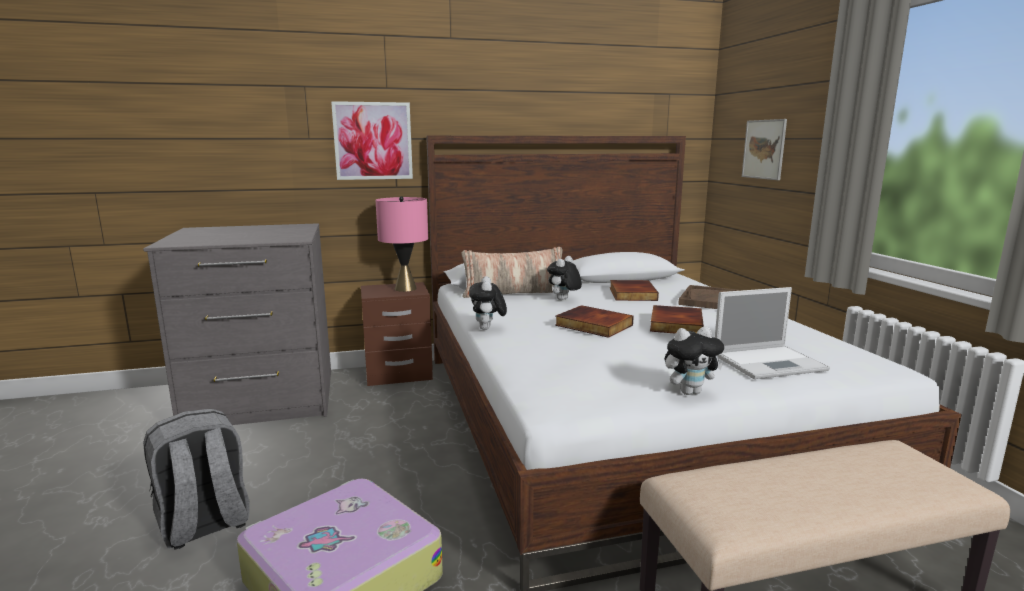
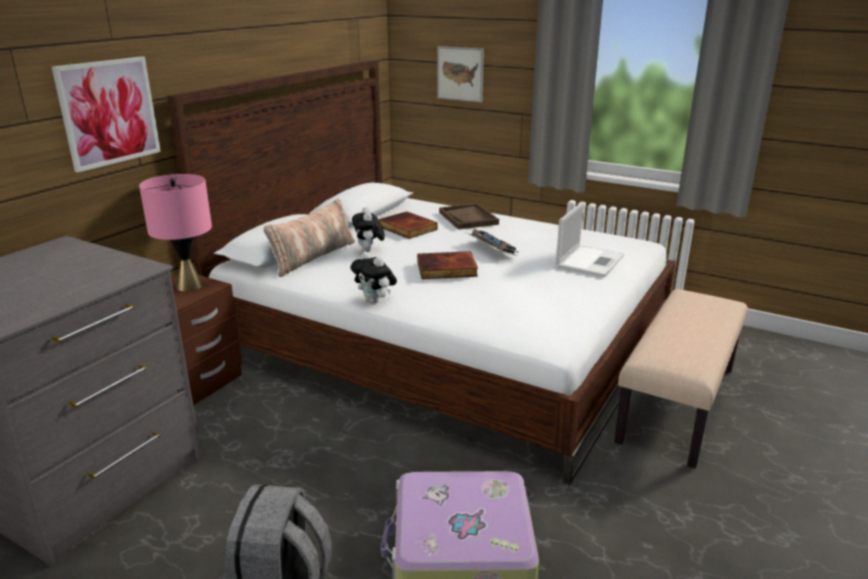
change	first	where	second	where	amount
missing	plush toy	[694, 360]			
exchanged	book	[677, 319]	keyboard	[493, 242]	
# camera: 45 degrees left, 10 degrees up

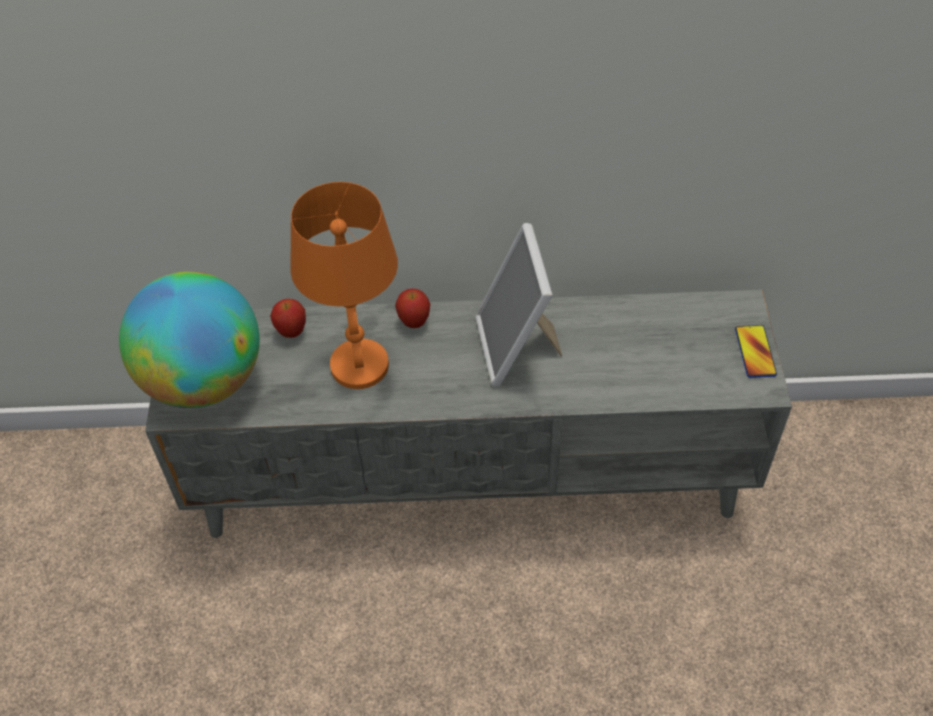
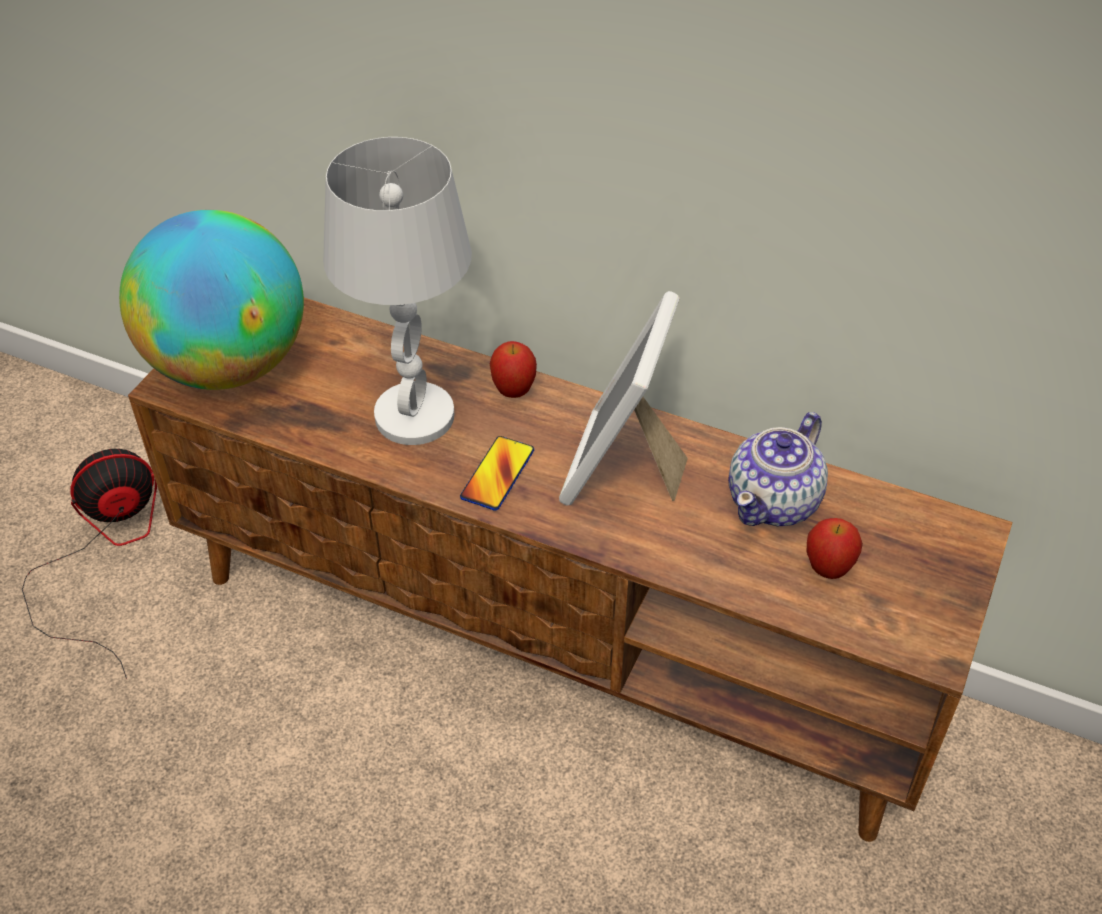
change	first	where	second	where	amount
appeared			fan	[89, 564]	
appeared			teapot	[778, 469]	
relocated	apple	[288, 318]		[834, 548]	
relocated	phone	[756, 351]		[497, 473]	
colour	grey tv stand	[468, 413]	brown tv stand	[570, 570]	
colour	orange table lamp	[344, 285]	white table lamp	[397, 291]	
# camera: 25 degrees right, 5 degrees down

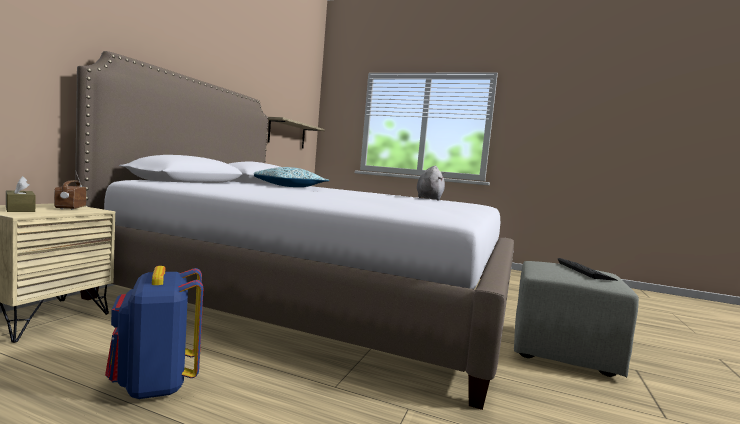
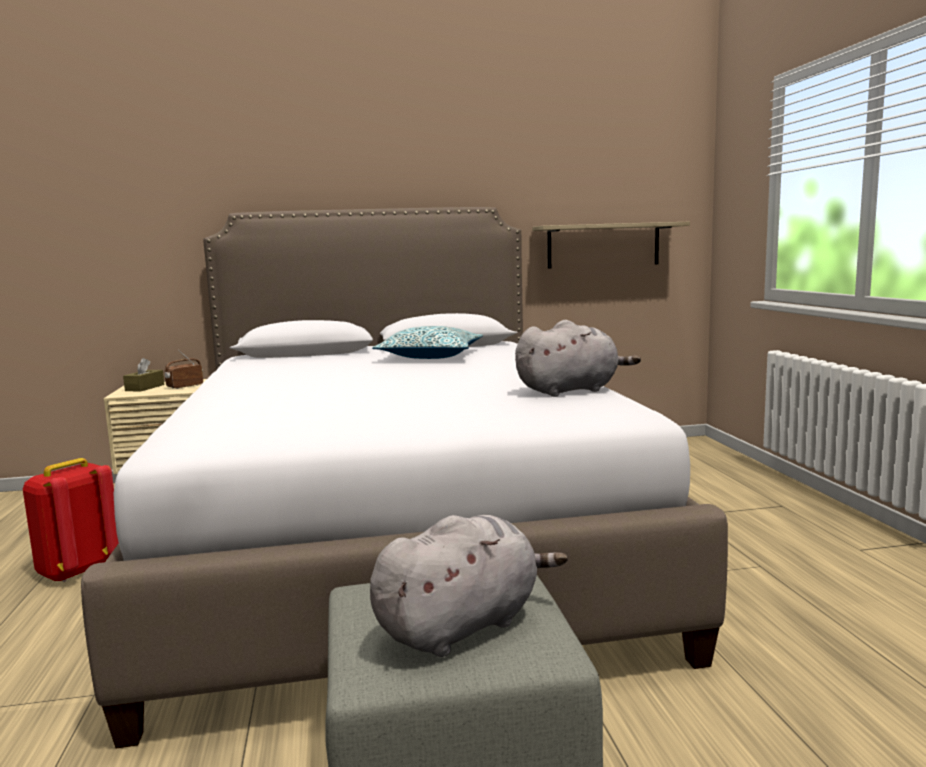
change	first	where	second	where	amount
exchanged	keyboard	[588, 269]	grey plush toy	[469, 586]	
colour	blue backpack	[154, 332]	red backpack	[71, 520]	
# camera: 60 degrees right, 5 degrees up

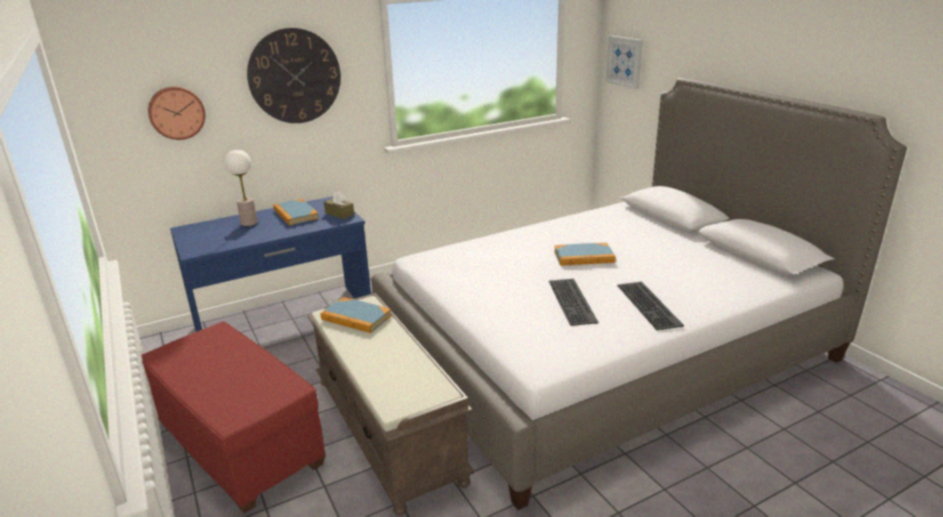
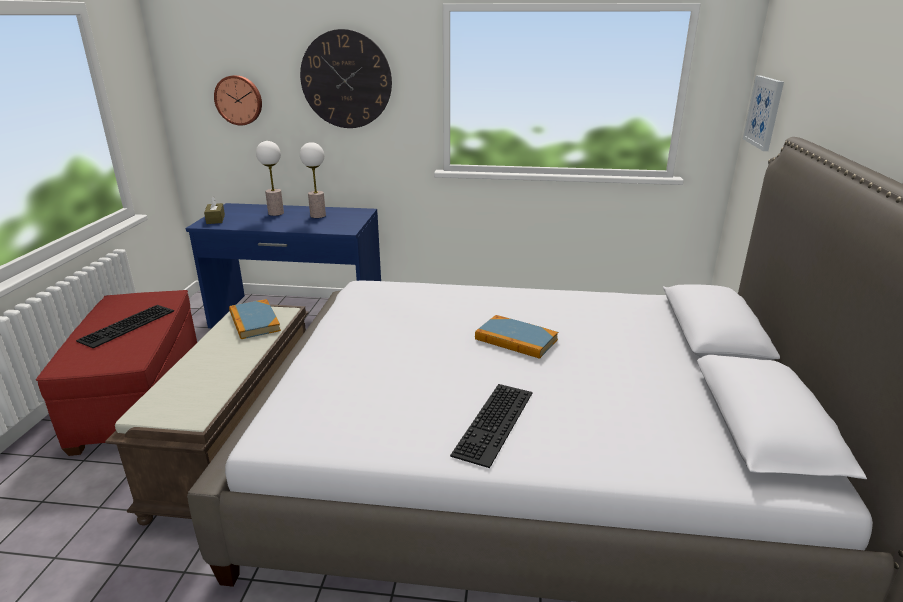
change	first	where	second	where	amount
relocated	brown tissue box	[339, 205]		[214, 210]	
relocated	keyboard	[574, 302]		[125, 326]	
exchanged	book	[296, 212]	table lamp	[313, 180]	
# camera: 35 degrees right, 0 degrees up

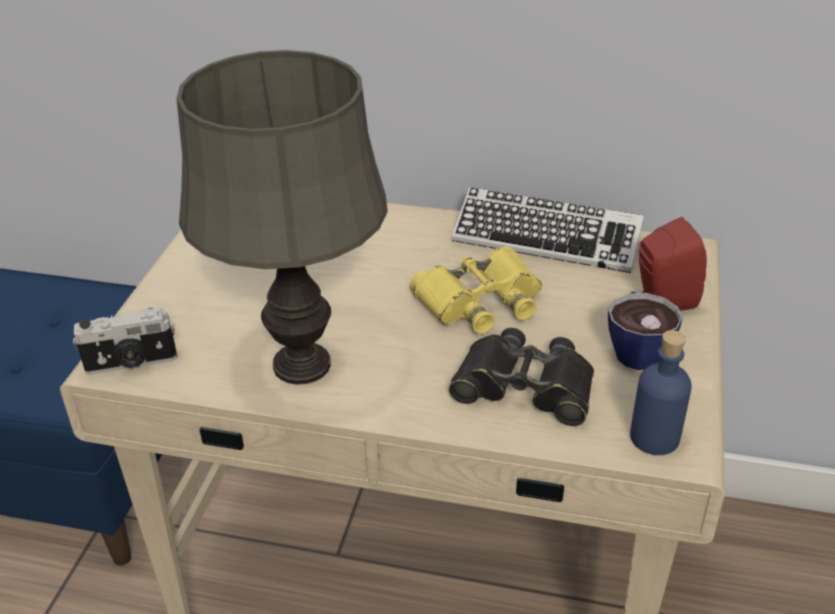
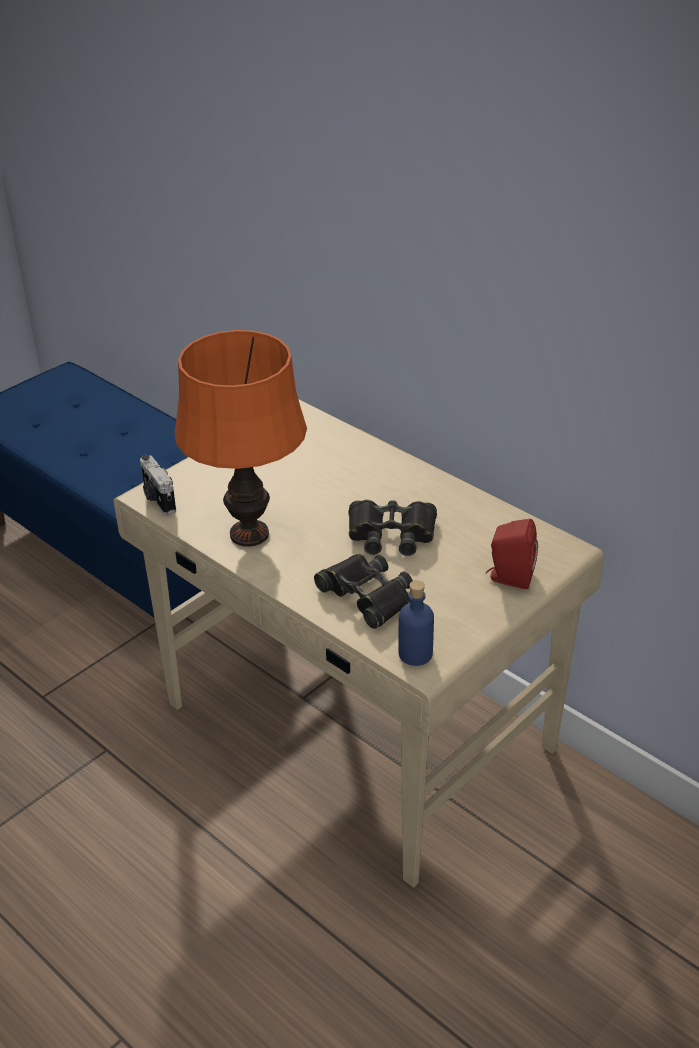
change	first	where	second	where	amount
missing	keyboard	[548, 230]			
missing	cup	[645, 331]			
colour	grey table lamp	[282, 217]	orange table lamp	[240, 438]	
colour	yellow binoculars	[476, 290]	black binoculars	[392, 527]	
spun	photo camera	[125, 341]		[158, 485]	45 degrees clockwise
# camera: 30 degrees right, 0 degrees up

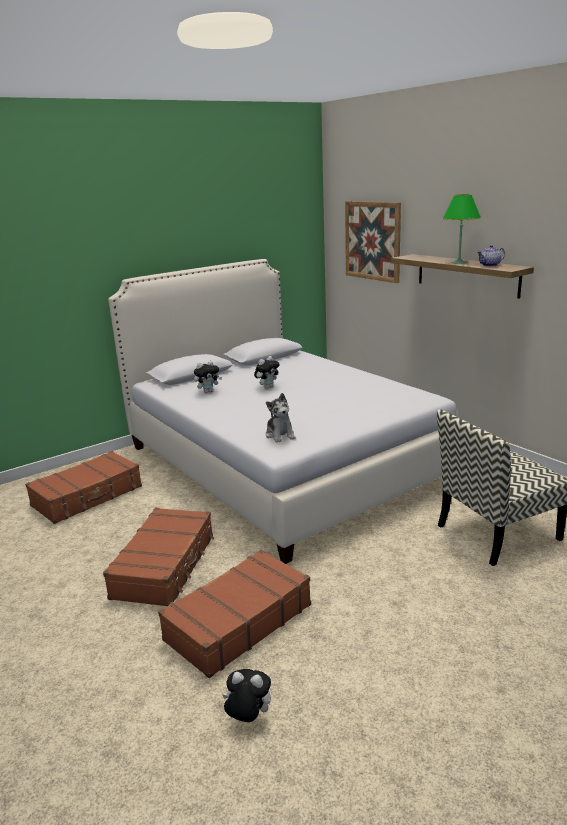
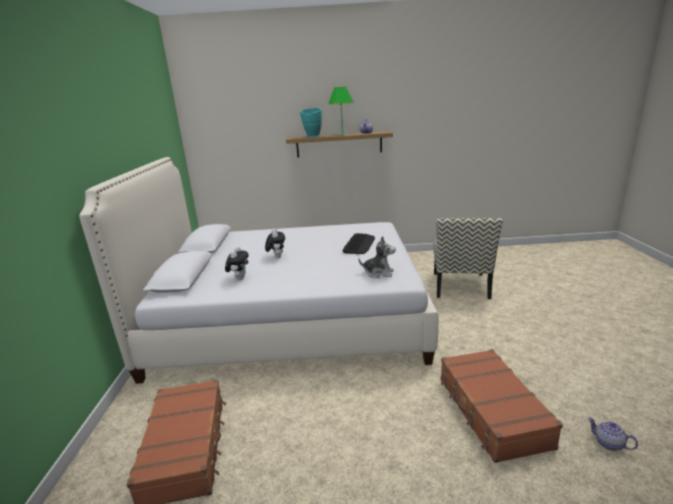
change	first	where	second	where	amount
missing	brown suitcase	[158, 557]			
missing	picture	[373, 242]			
appeared			turquoise vase	[311, 122]	
appeared			keyboard	[358, 243]	
exchanged	plush toy	[247, 695]	teapot	[613, 434]	
# camera: 55 degrees left, 0 degrees up

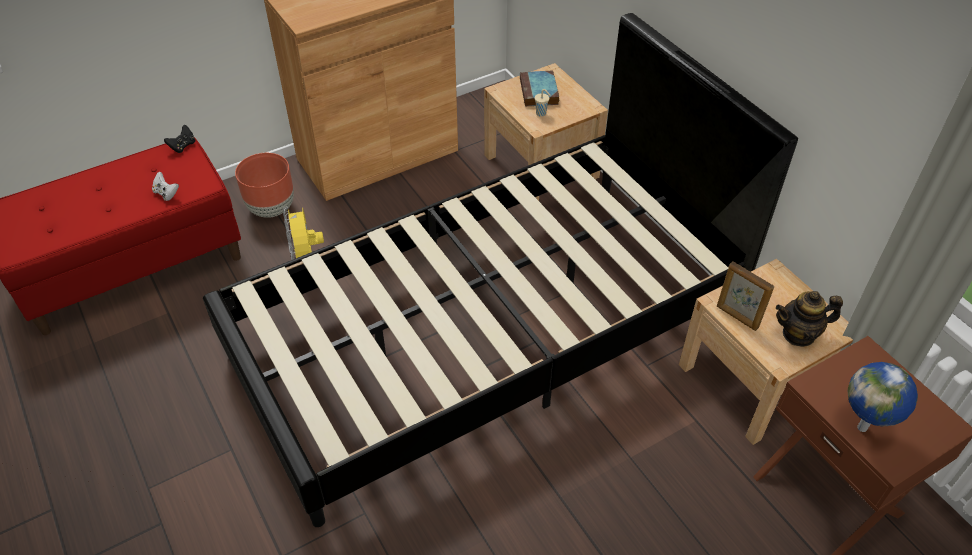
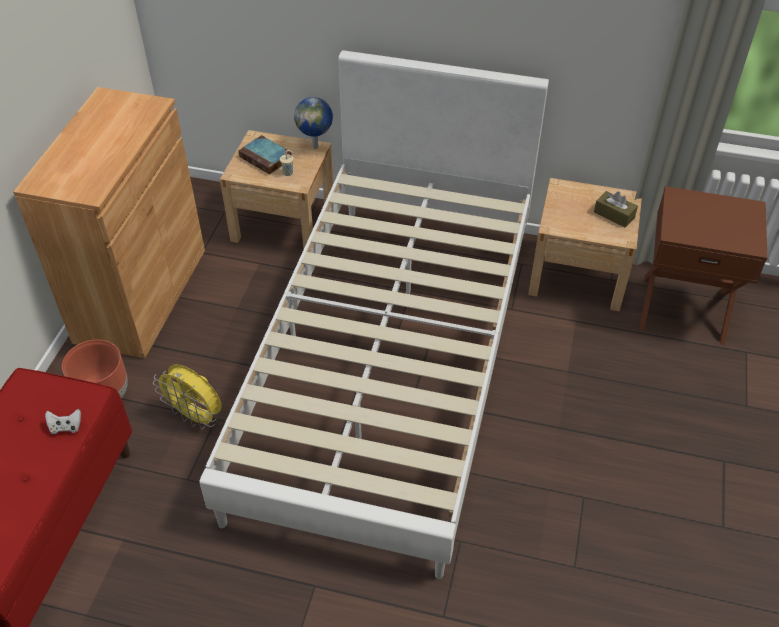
change	first	where	second	where	amount
missing	black game controller	[179, 139]			
missing	picture frame	[745, 296]			
relocated	globe	[883, 397]		[313, 123]	
exchanged	teapot	[809, 319]	brown tissue box	[616, 209]	
colour	black bed	[500, 270]	white bed	[374, 314]	
# camera: 45 degrees left, 0 degrees up

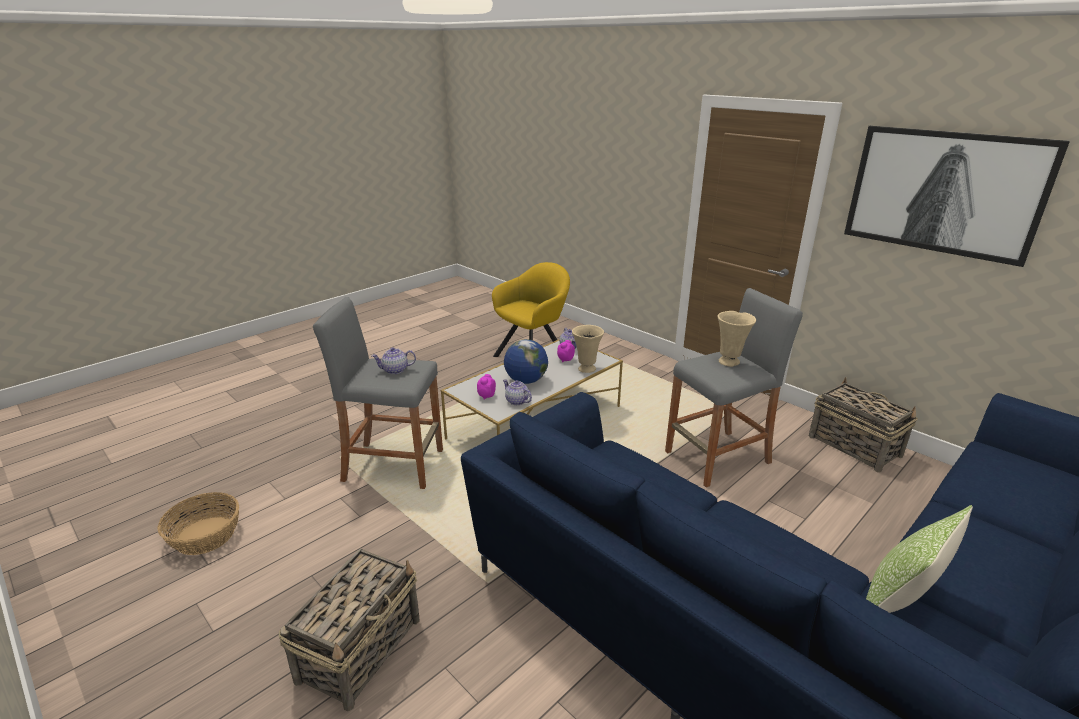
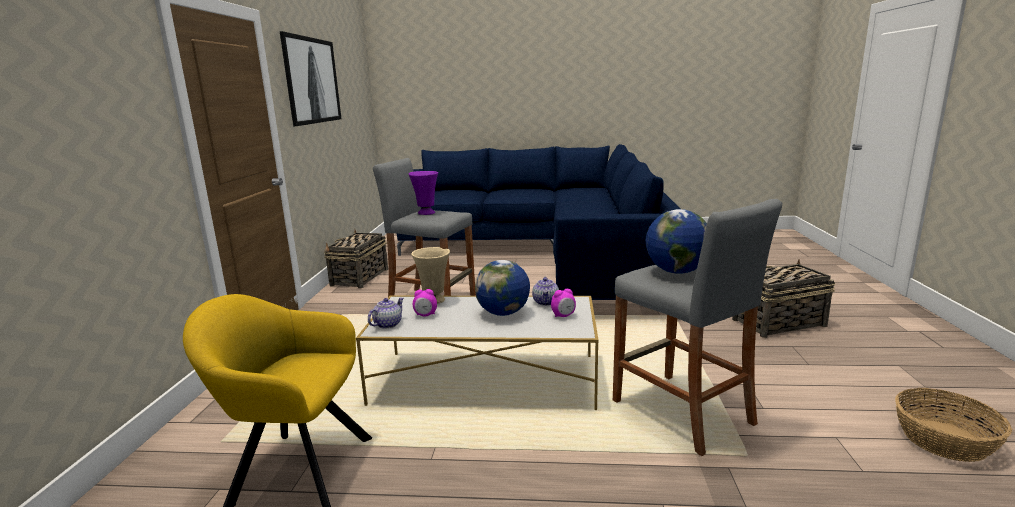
change	first	where	second	where	amount
missing	pillow	[919, 559]			
exchanged	teapot	[394, 360]	globe	[676, 241]	
colour	beige vase	[736, 339]	purple vase	[423, 193]	
# camera: 130 degrees left, 10 degrees down

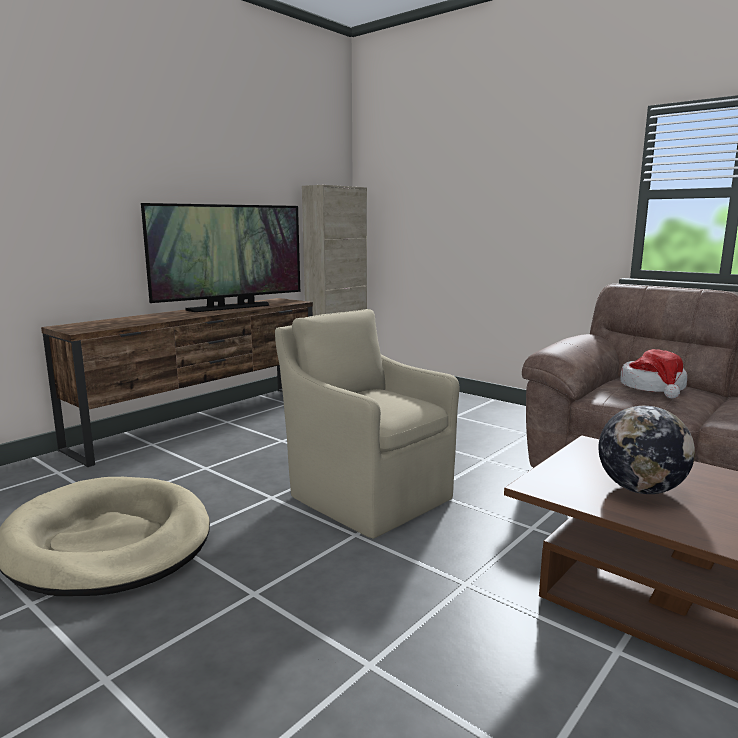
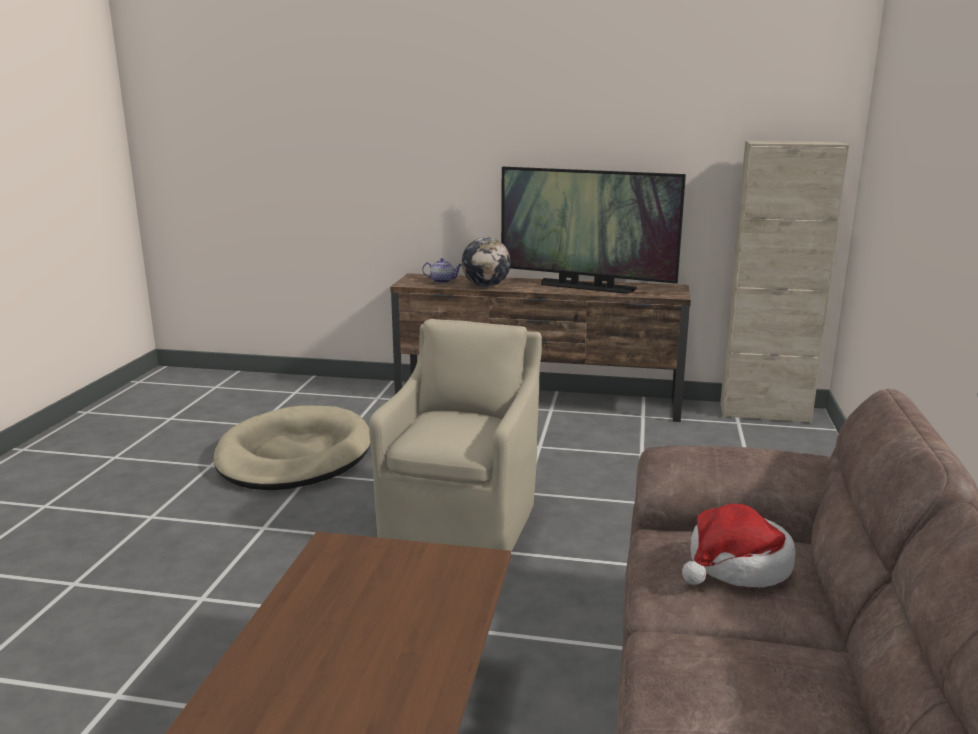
change	first	where	second	where	amount
appeared			teapot	[442, 270]	
relocated	globe	[646, 450]		[486, 262]	
# camera: 60 degrees right, 5 degrees up

